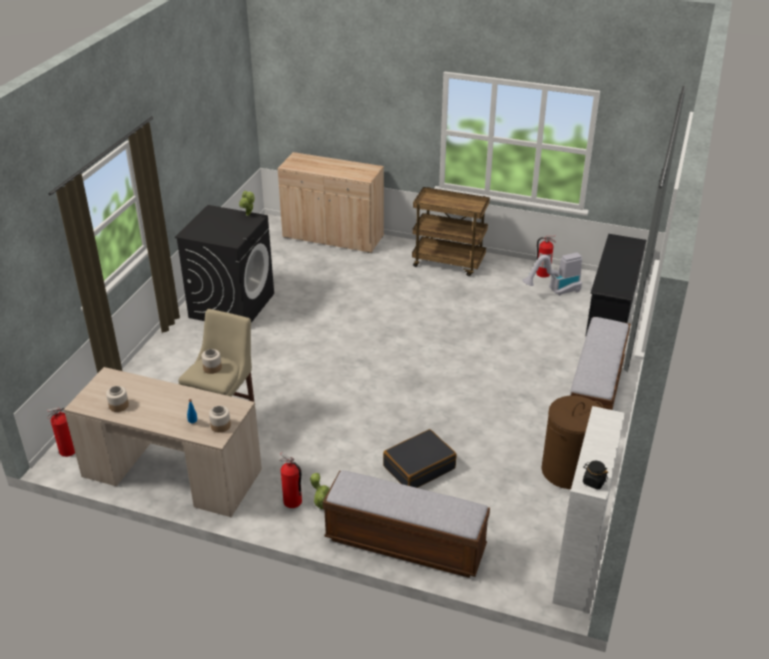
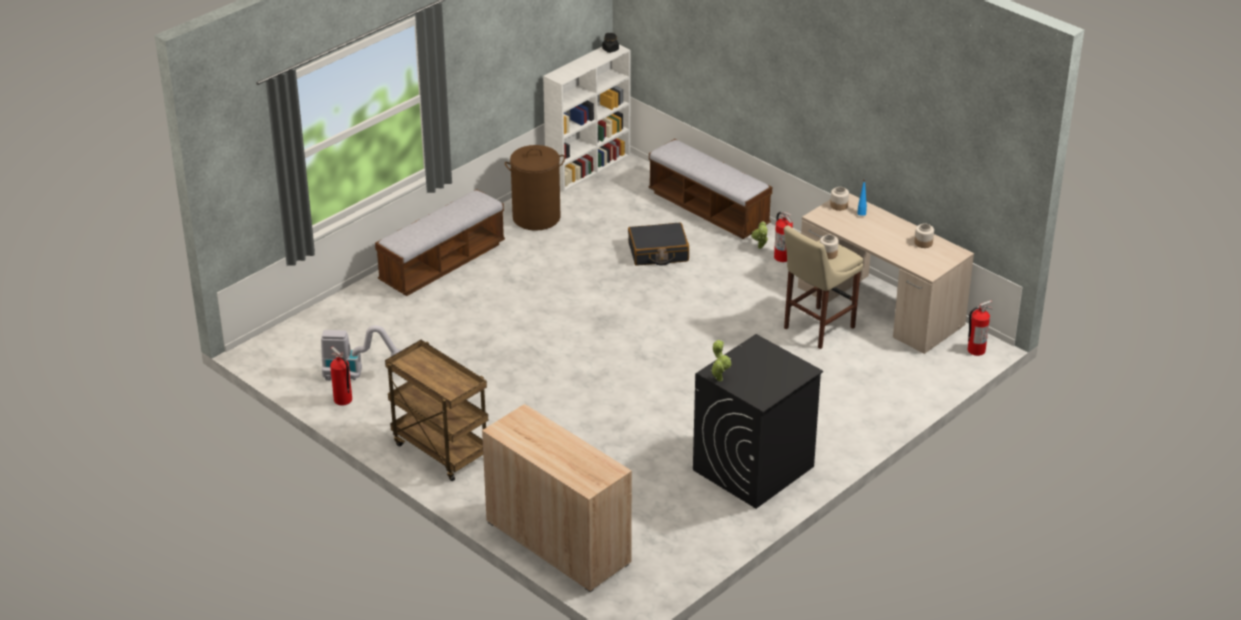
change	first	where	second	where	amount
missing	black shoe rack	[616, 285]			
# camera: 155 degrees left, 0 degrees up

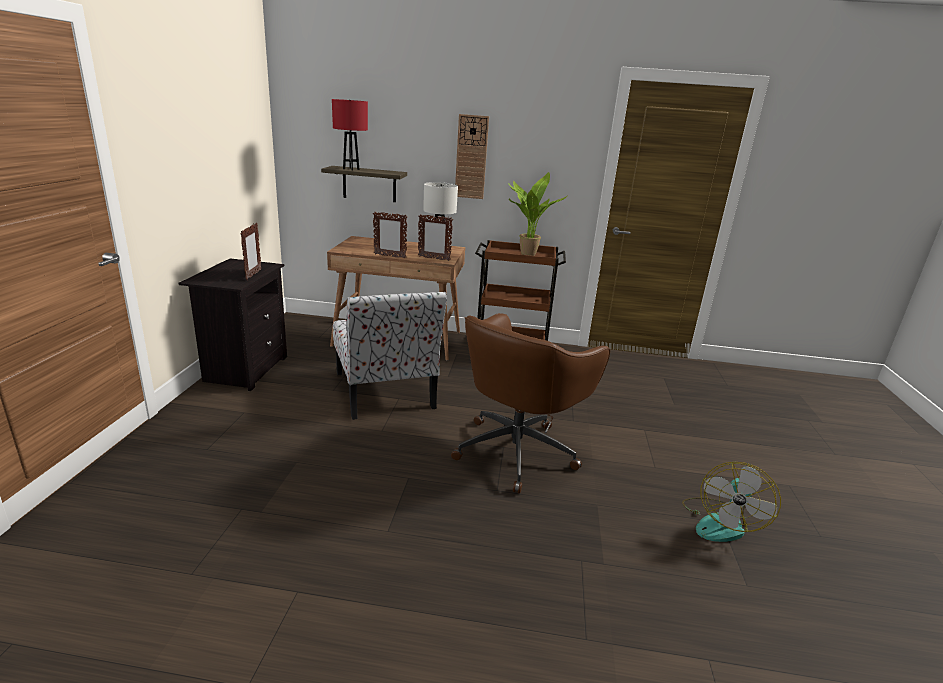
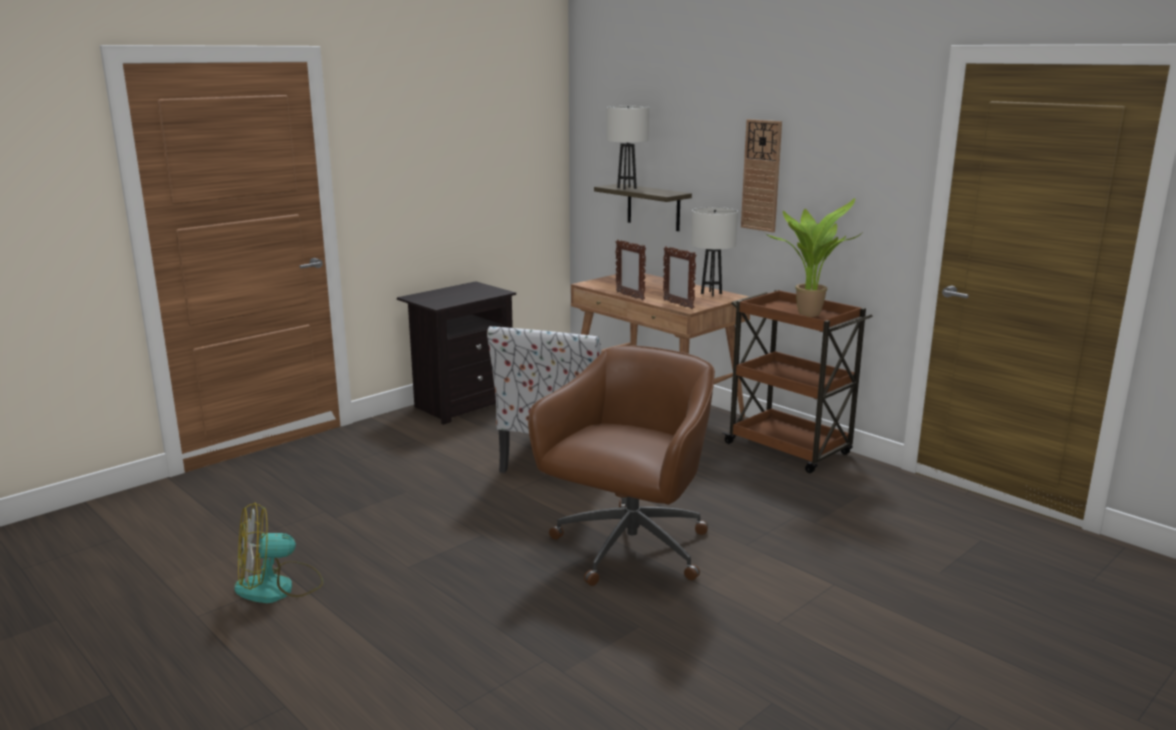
change	first	where	second	where	amount
missing	picture frame	[251, 251]			
relocated	fan	[731, 502]		[279, 553]	
colour	red table lamp	[350, 134]	white table lamp	[628, 148]	
spun	brown office chair	[530, 403]		[621, 466]	135 degrees clockwise
# camera: 40 degrees right, 5 degrees down

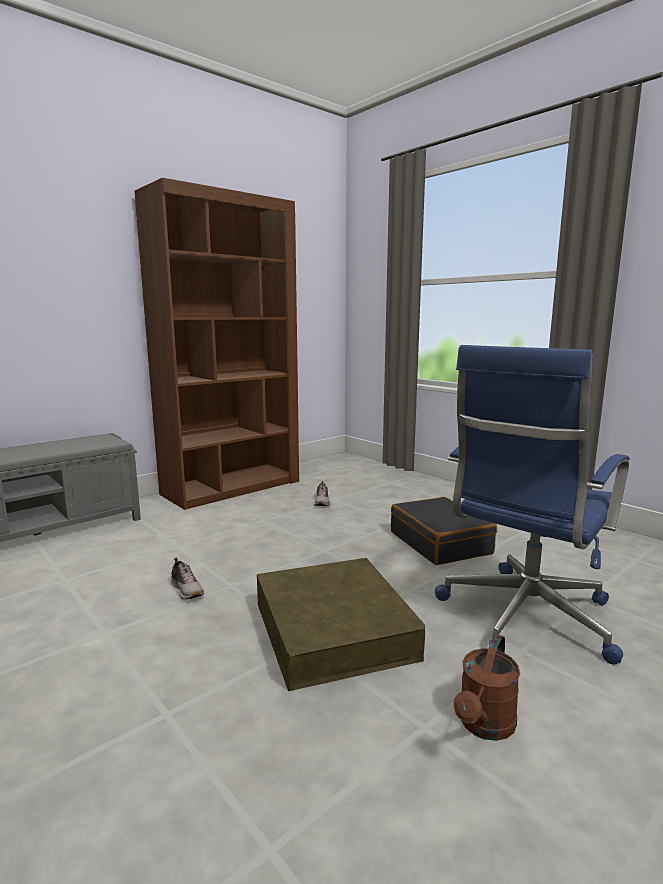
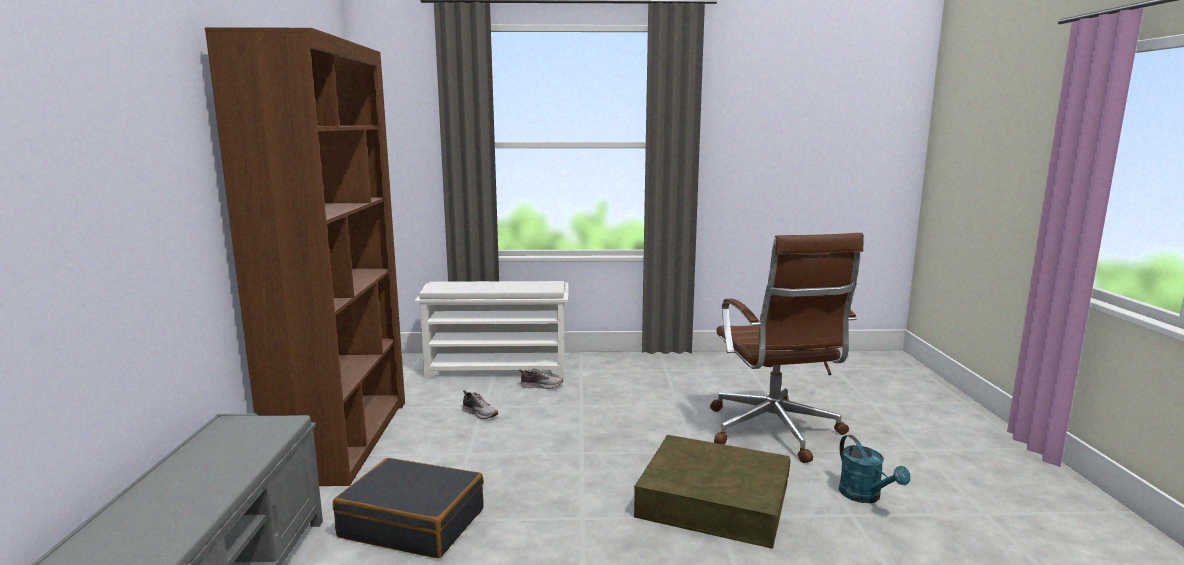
change	first	where	second	where	amount
appeared			white shoe rack	[492, 329]	
relocated	shoe	[187, 579]		[541, 378]	
relocated	black suitcase	[444, 531]		[408, 508]	
colour	blue office chair	[532, 505]	brown office chair	[787, 348]	
colour	brown watering can	[487, 687]	turquoise watering can	[874, 469]	
# camera: 50 degrees left, 0 degrees up

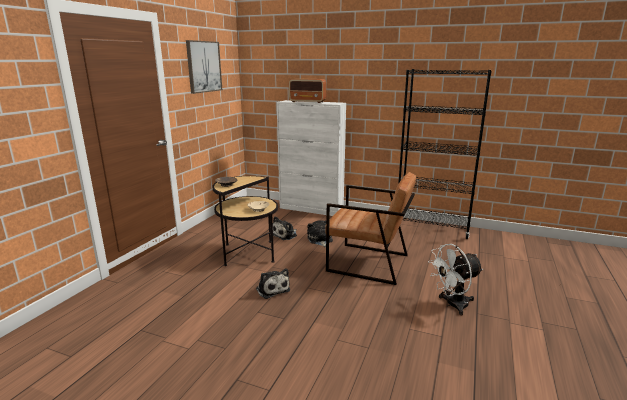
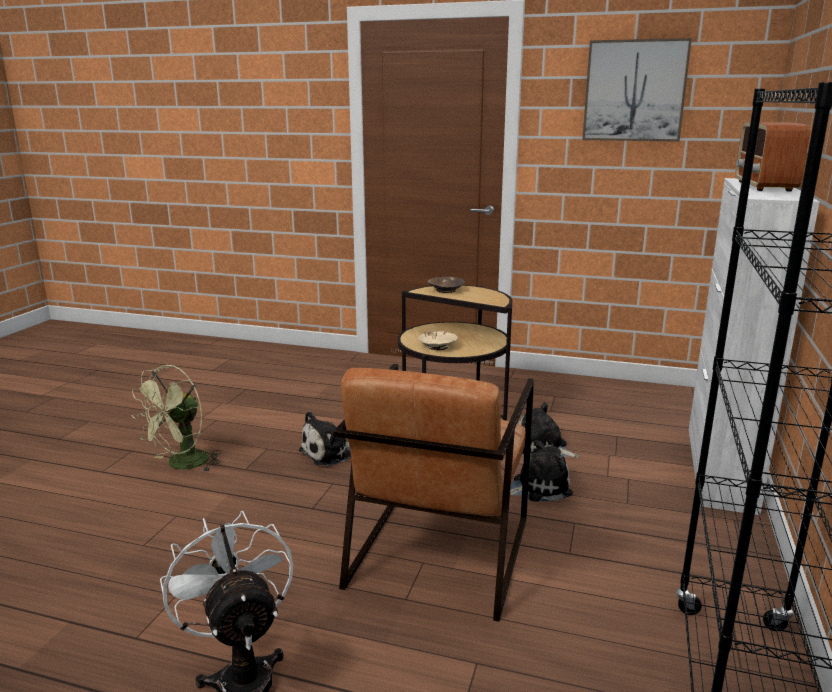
change	first	where	second	where	amount
appeared			green fan	[176, 418]	
# camera: 85 degrees right, 0 degrees up

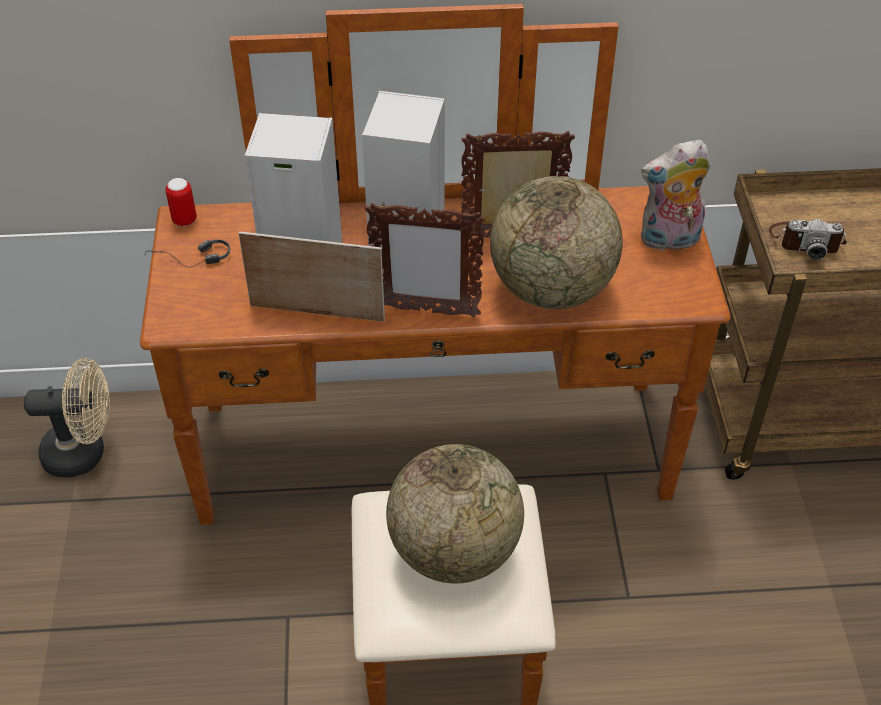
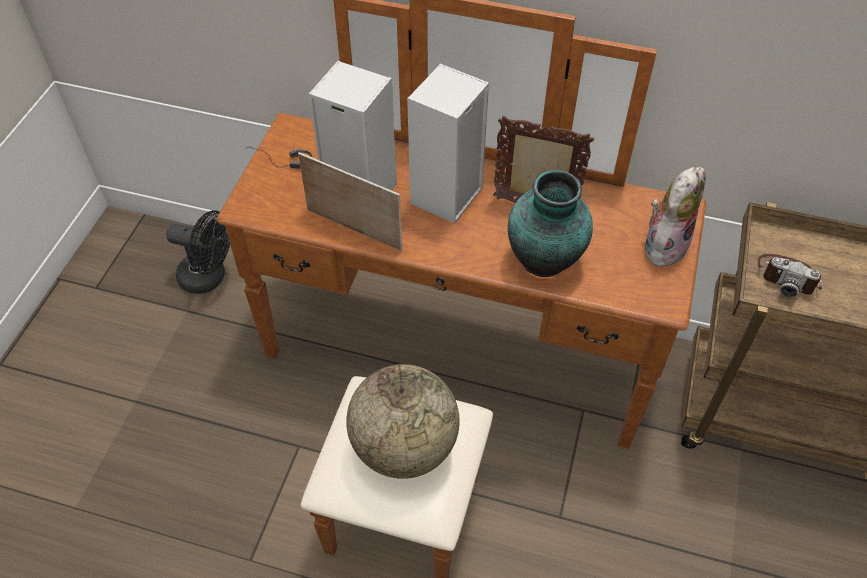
change	first	where	second	where	amount
missing	can	[181, 202]			
missing	picture frame	[425, 260]			
exchanged	globe	[556, 242]	vase	[550, 223]	
colour	beige fan	[67, 418]	black fan	[198, 252]	
spun	plush toy	[676, 195]		[675, 217]	120 degrees clockwise
# camera: 20 degrees right, 5 degrees up

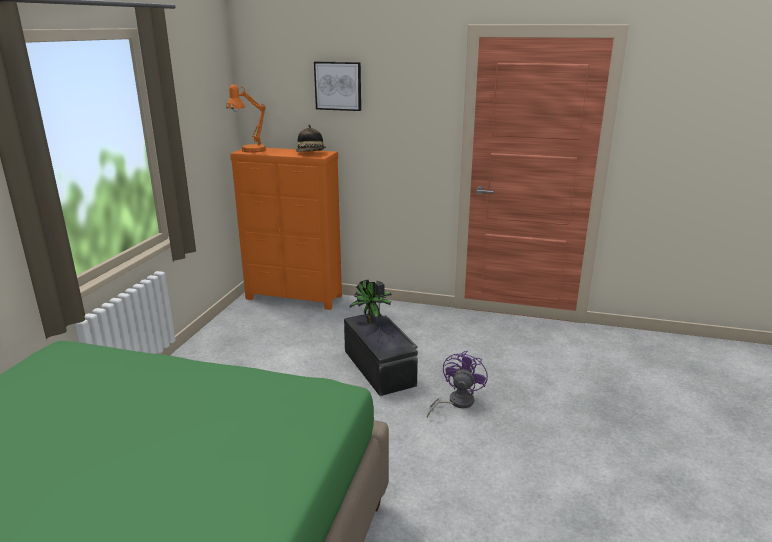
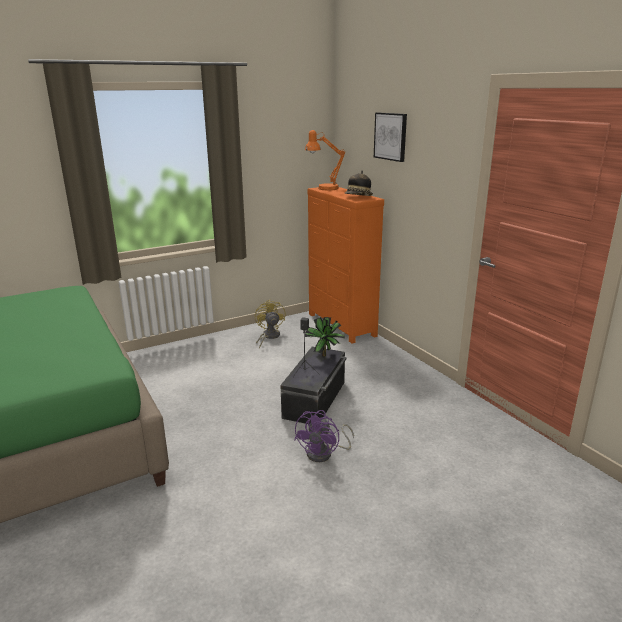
change	first	where	second	where	amount
appeared			yellow fan	[270, 324]	
spun	purple fan	[457, 384]		[324, 436]	135 degrees clockwise
# camera: 45 degrees right, 0 degrees up

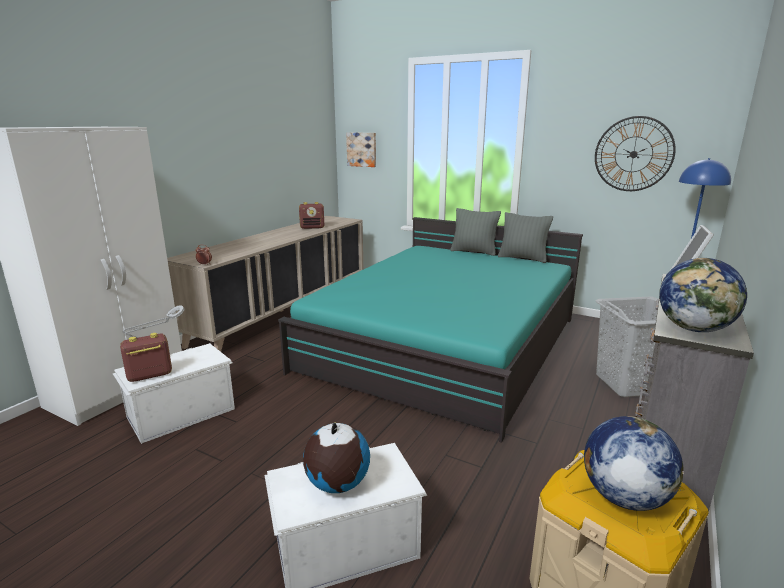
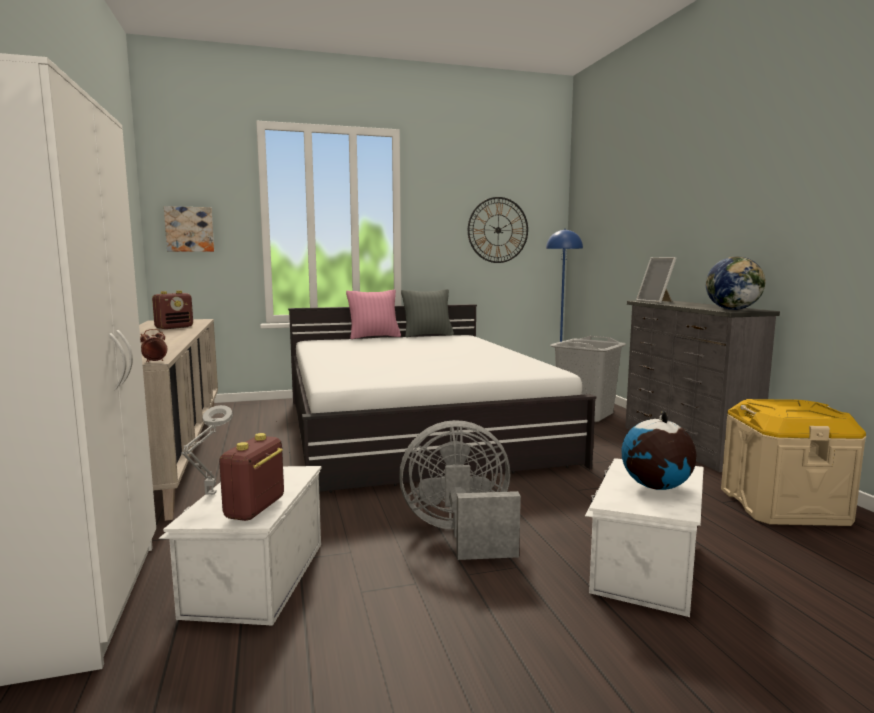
change	first	where	second	where	amount
missing	globe	[634, 463]			
appeared			grey fan	[460, 490]	
colour	turquoise bed	[430, 330]	white bed	[442, 398]	
colour	grey pillow	[475, 232]	pink pillow	[373, 314]	
# camera: 45 degrees left, 10 degrees down

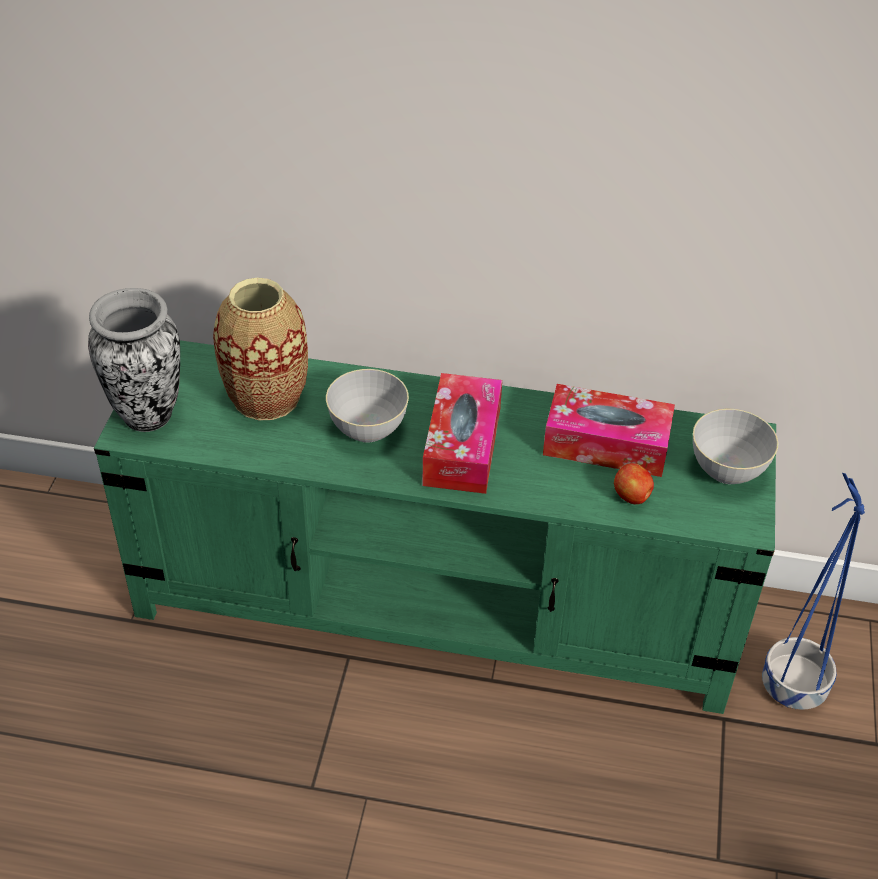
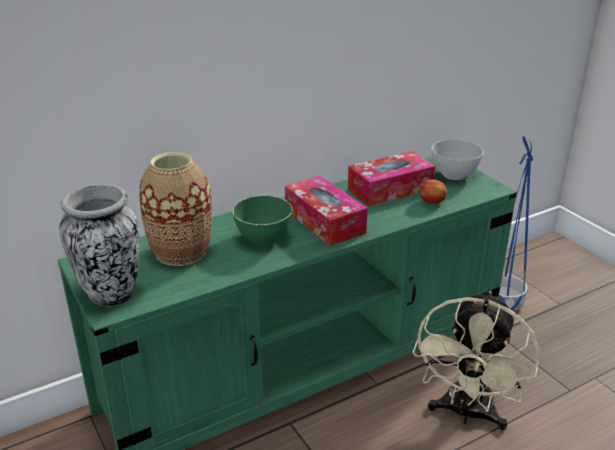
change	first	where	second	where	amount
appeared			beige fan	[476, 360]	
colour	grey bowl	[367, 406]	green bowl	[262, 220]	
# camera: 40 degrees left, 15 degrees down

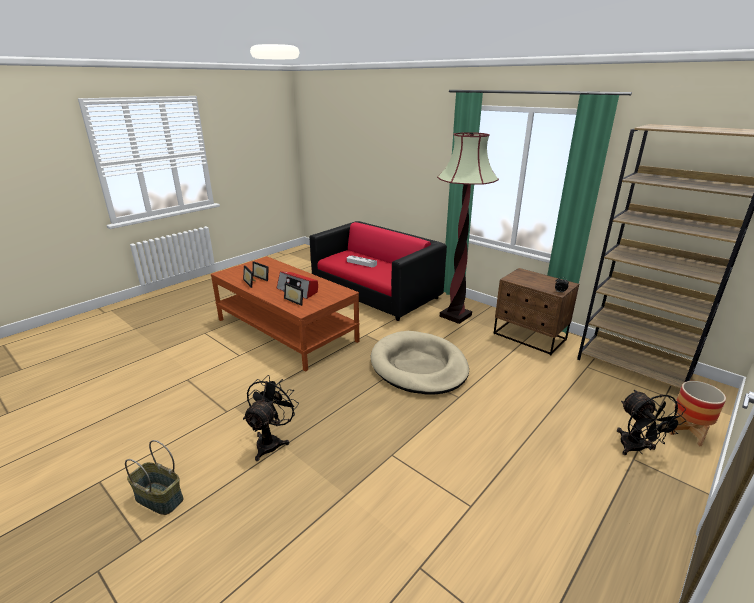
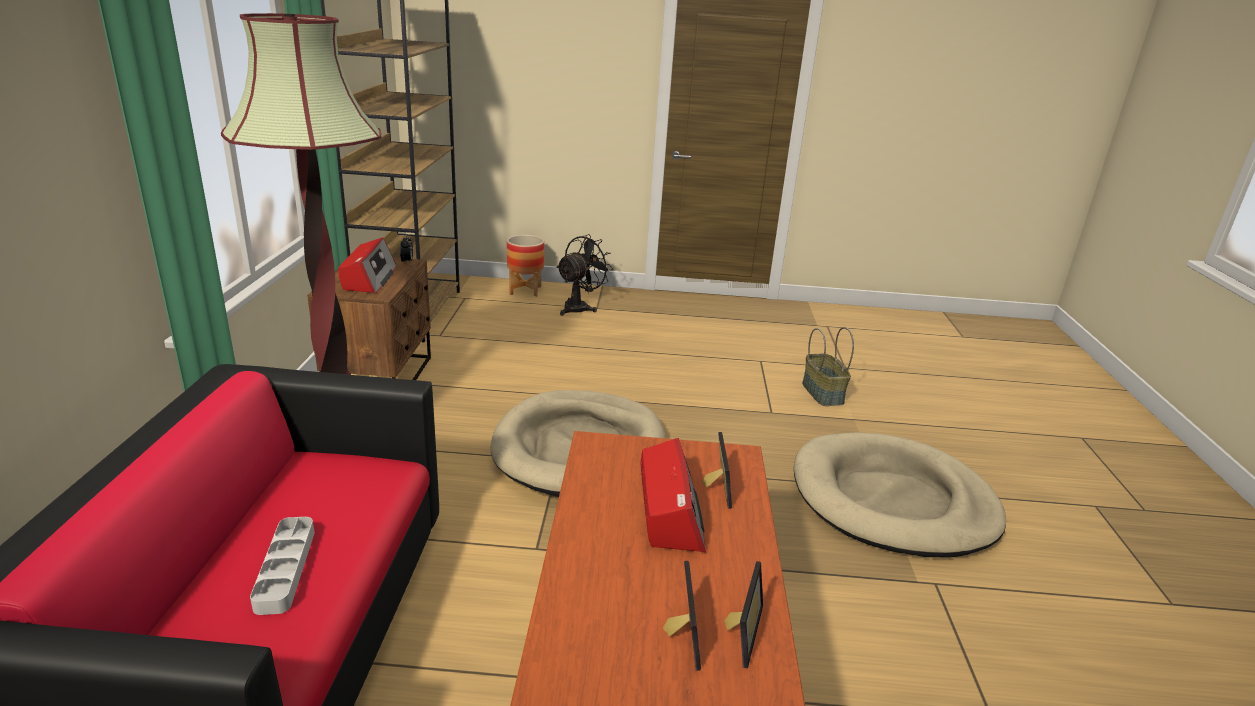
change	first	where	second	where	amount
appeared			radio	[367, 265]	
relocated	basket	[154, 477]		[828, 366]	
exchanged	black fan	[271, 418]	beige dog bed	[900, 494]	
# camera: 130 degrees left, 0 degrees up

